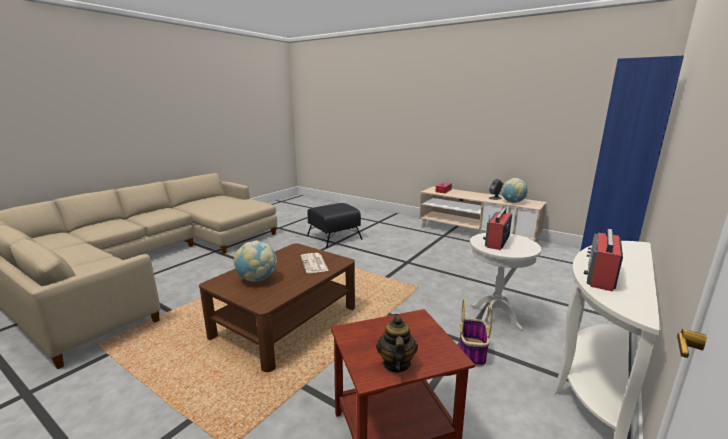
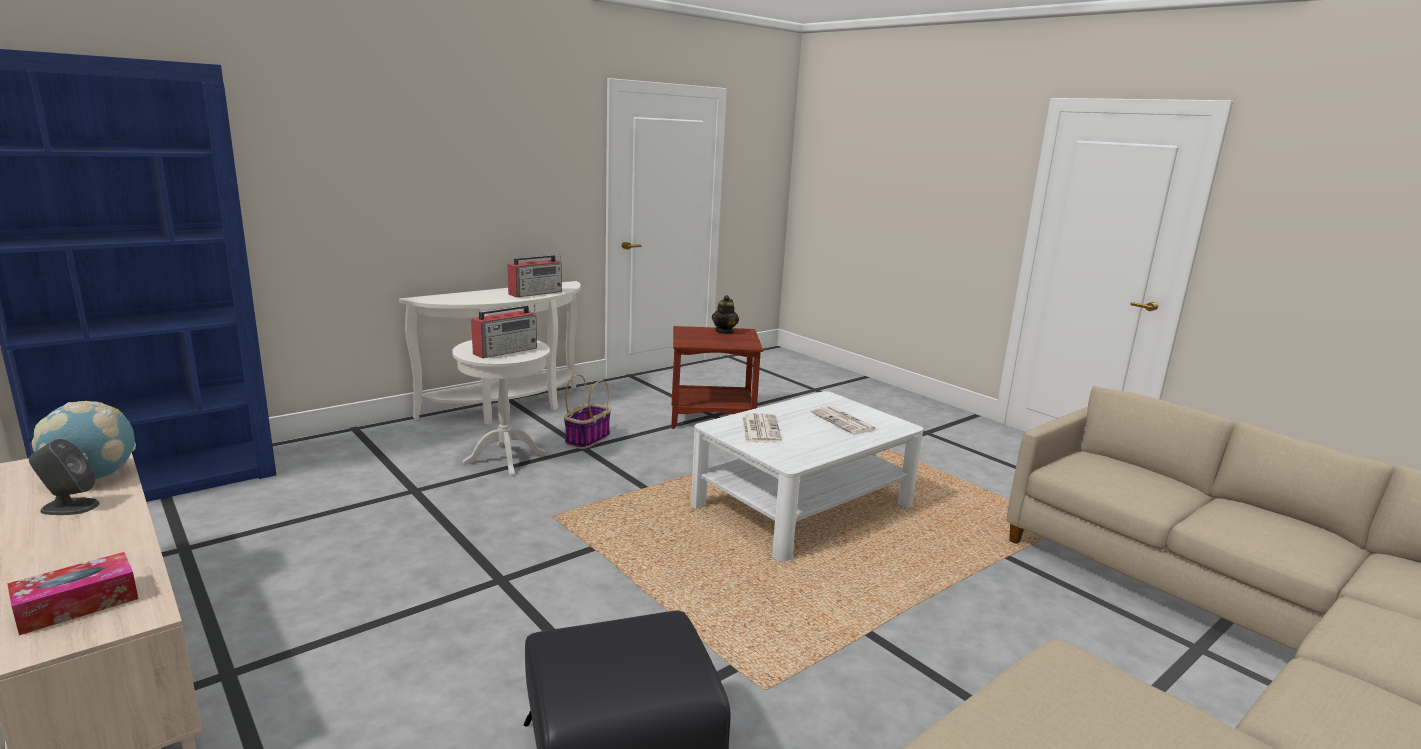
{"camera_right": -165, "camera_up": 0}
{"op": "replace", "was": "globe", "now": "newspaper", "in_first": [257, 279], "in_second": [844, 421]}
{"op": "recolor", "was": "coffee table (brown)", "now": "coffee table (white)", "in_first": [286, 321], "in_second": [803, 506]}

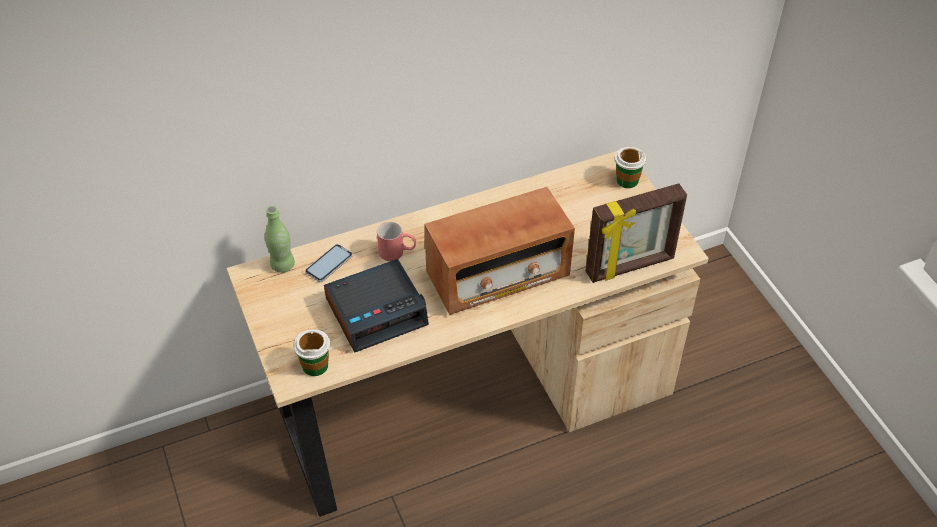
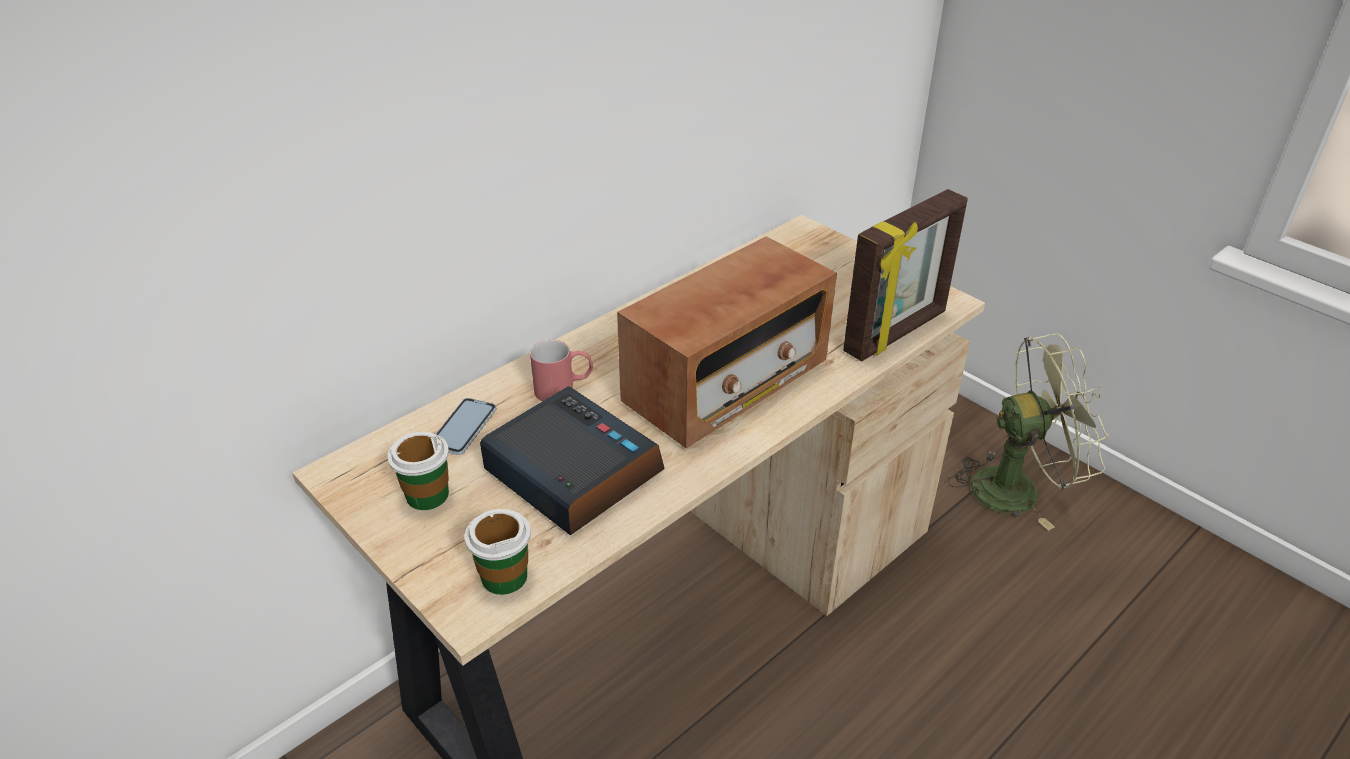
{"camera_right": -20, "camera_up": -10}
{"op": "move", "was": "cup", "in_first": [627, 180], "in_second": [427, 495]}
{"op": "delete", "was": "bottle (green)", "in_first": [282, 265]}
{"op": "rotate", "was": "alarm clock", "in_first": [377, 311], "in_second": [571, 472], "clockwise": -90}
{"op": "insert", "now": "fan (green)", "in_second": [1018, 487]}

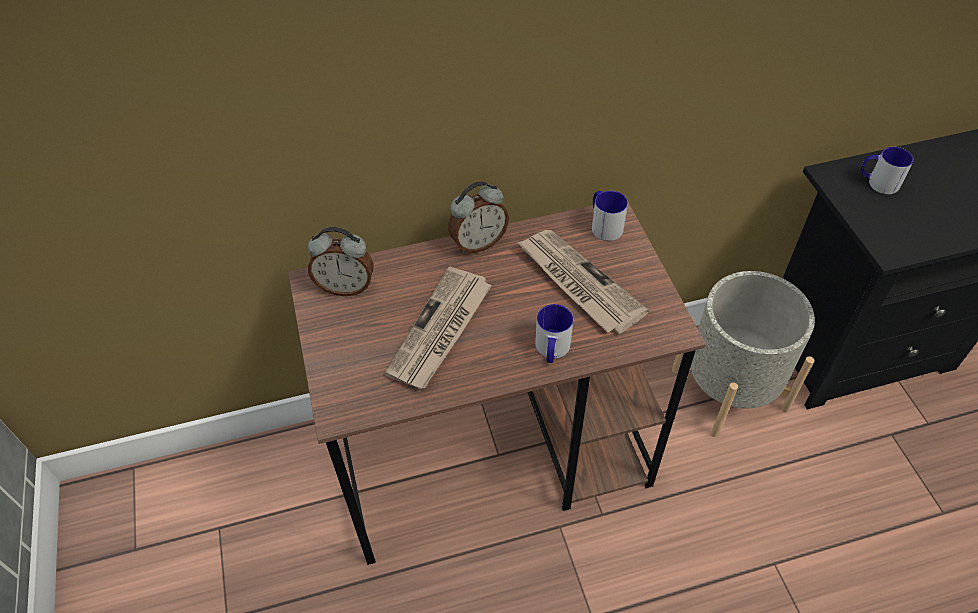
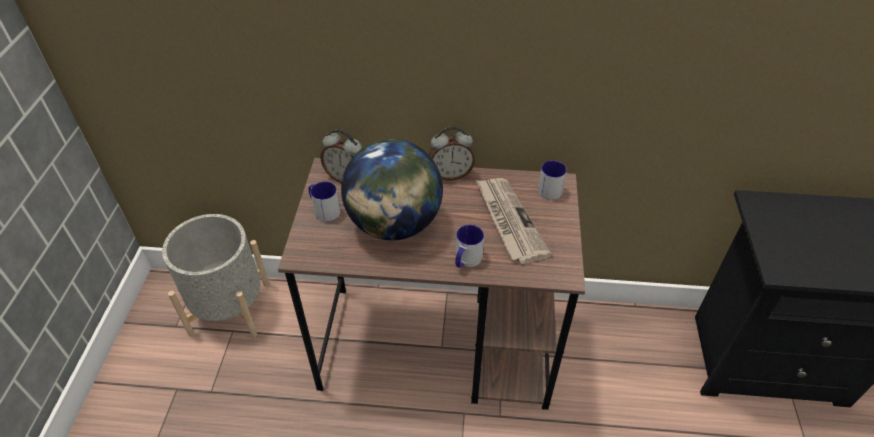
{"camera_right": 20, "camera_up": -5}
{"op": "move", "was": "mug", "in_first": [877, 182], "in_second": [323, 210]}
{"op": "replace", "was": "newspaper", "now": "globe", "in_first": [440, 331], "in_second": [394, 224]}
{"op": "move", "was": "planter (grey)", "in_first": [729, 389], "in_second": [230, 308]}

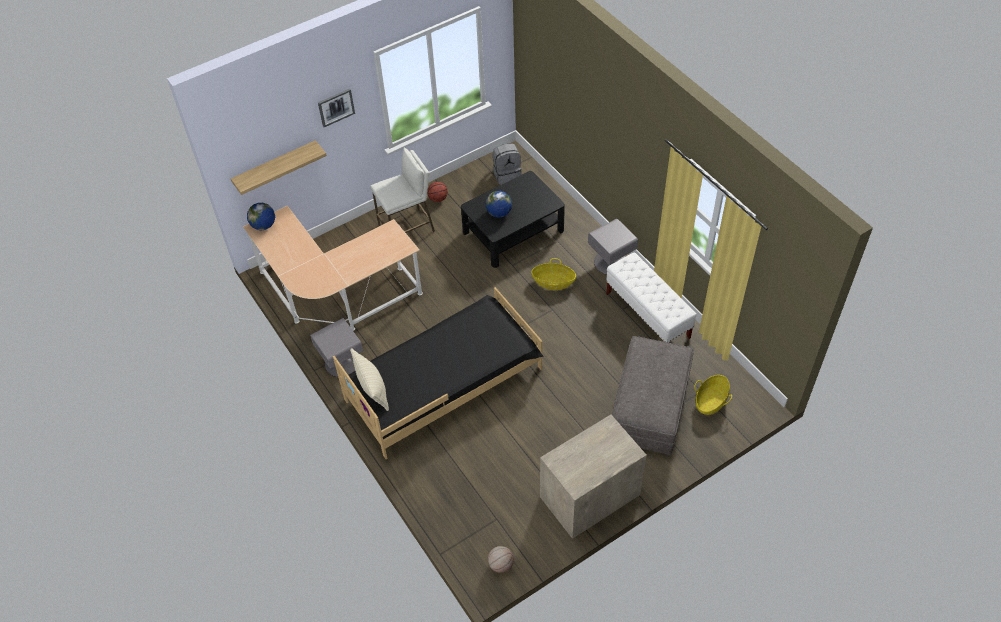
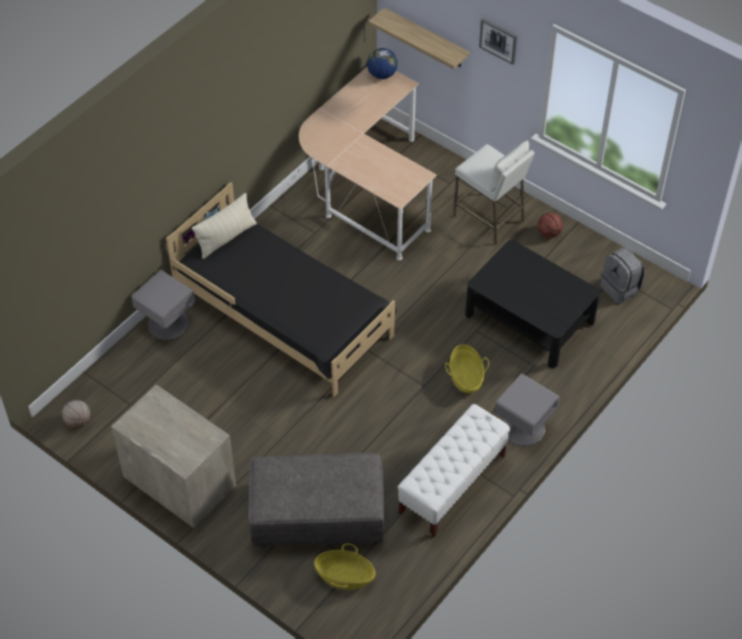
{"camera_right": 70, "camera_up": 0}
{"op": "delete", "was": "globe", "in_first": [499, 213]}
{"op": "move", "was": "nightstand (grey)", "in_first": [341, 362], "in_second": [167, 323]}

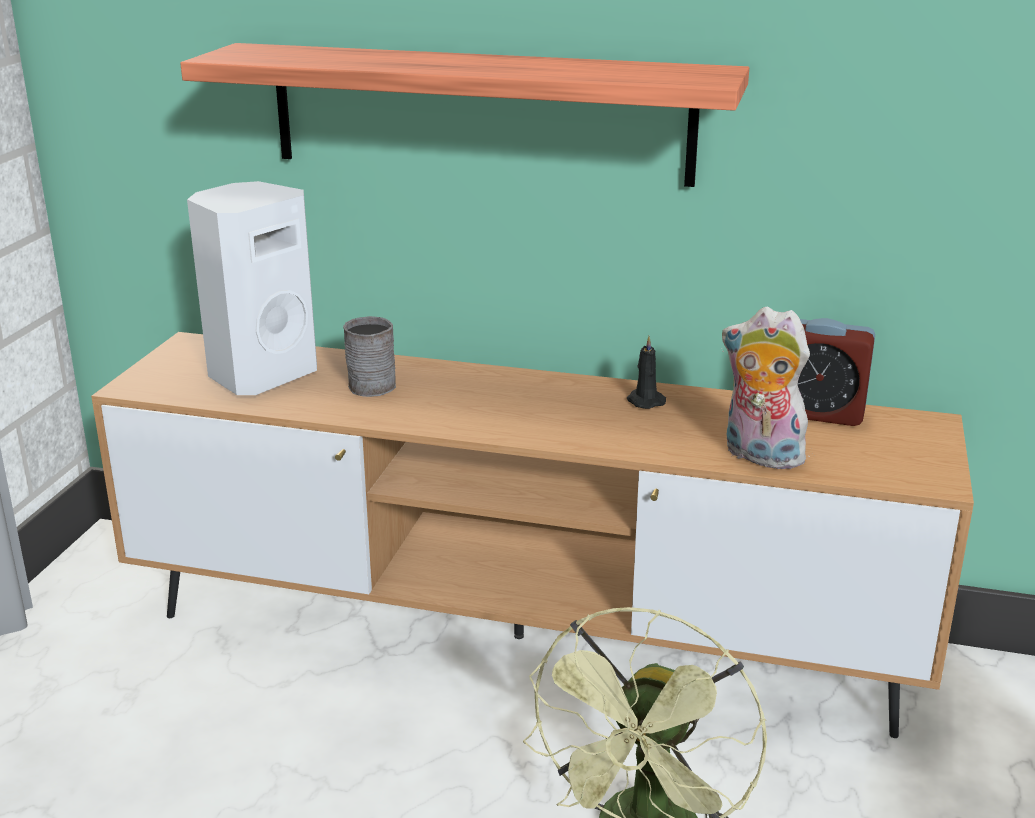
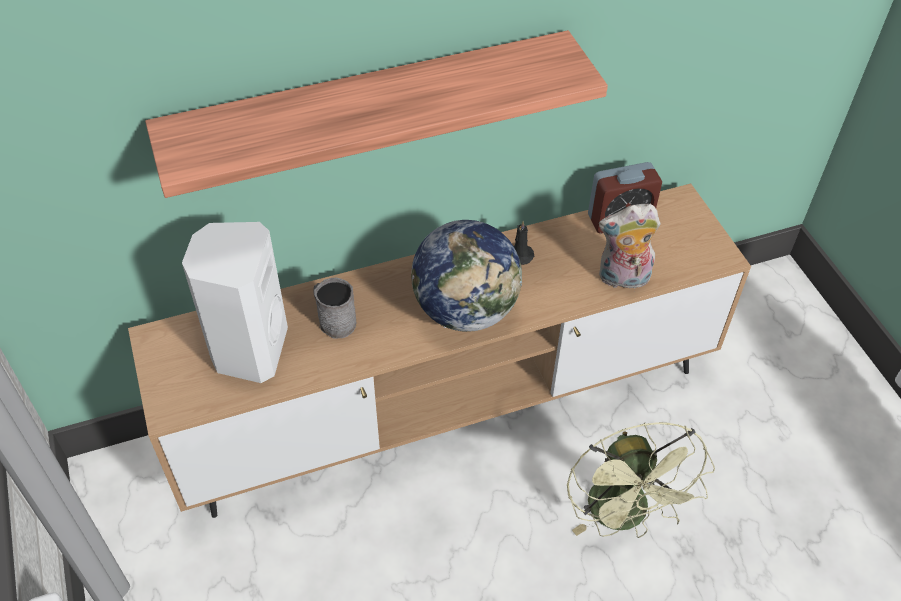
{"camera_right": -35, "camera_up": 25}
{"op": "insert", "now": "globe", "in_second": [466, 310]}

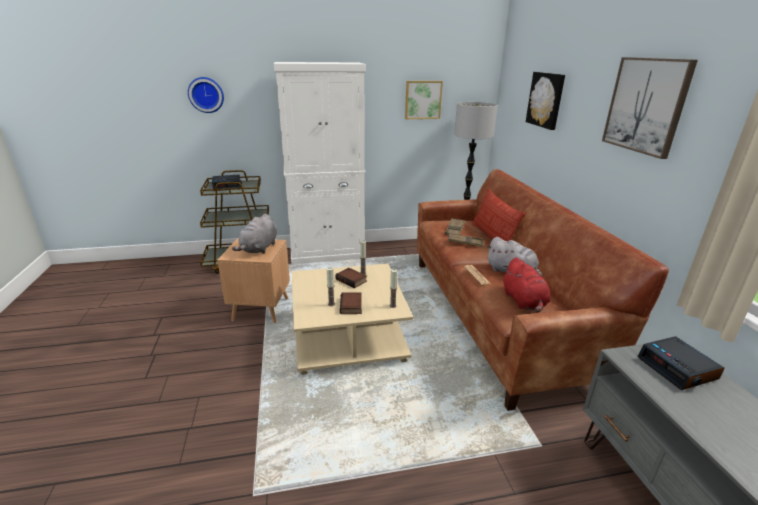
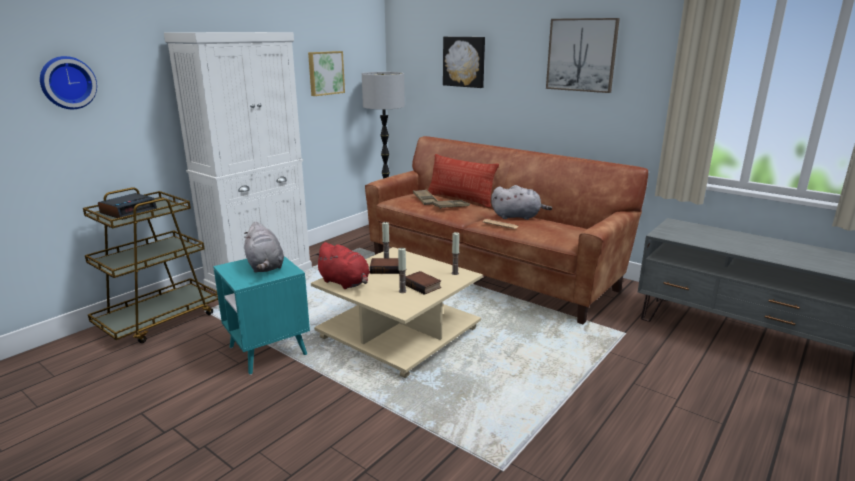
{"camera_right": -40, "camera_up": -5}
{"op": "recolor", "was": "side table (brown)", "now": "side table (turquoise)", "in_first": [261, 309], "in_second": [268, 351]}
{"op": "move", "was": "plush toy (red)", "in_first": [524, 302], "in_second": [345, 283]}
{"op": "delete", "was": "alarm clock", "in_first": [677, 369]}

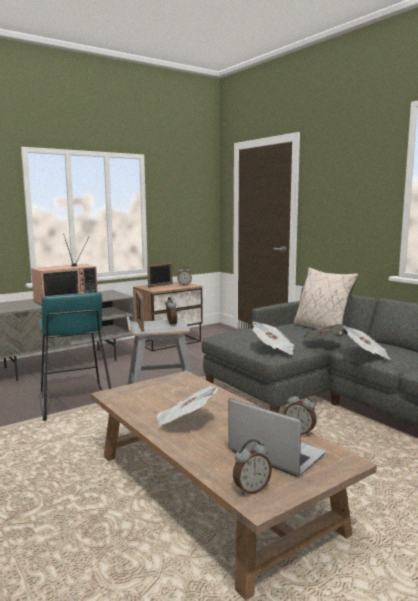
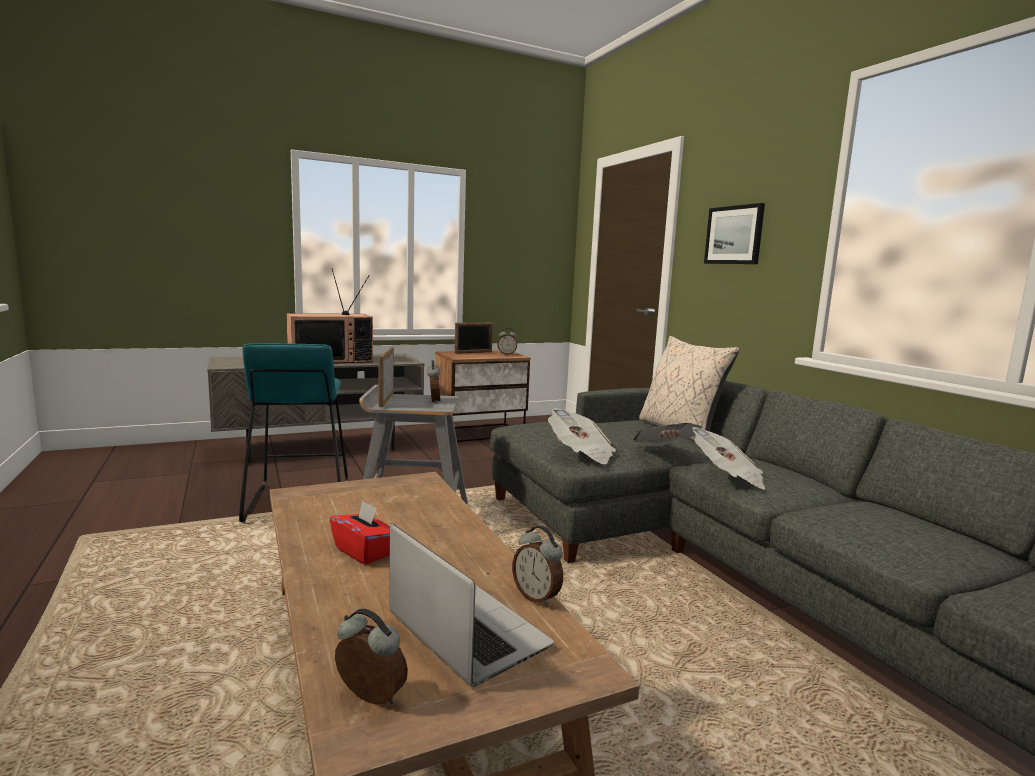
{"camera_right": 10, "camera_up": 0}
{"op": "replace", "was": "newspaper", "now": "tissue box (red)", "in_first": [185, 421], "in_second": [364, 552]}
{"op": "rotate", "was": "alarm clock", "in_first": [251, 489], "in_second": [369, 699], "clockwise": -135}
{"op": "insert", "now": "picture", "in_second": [734, 235]}

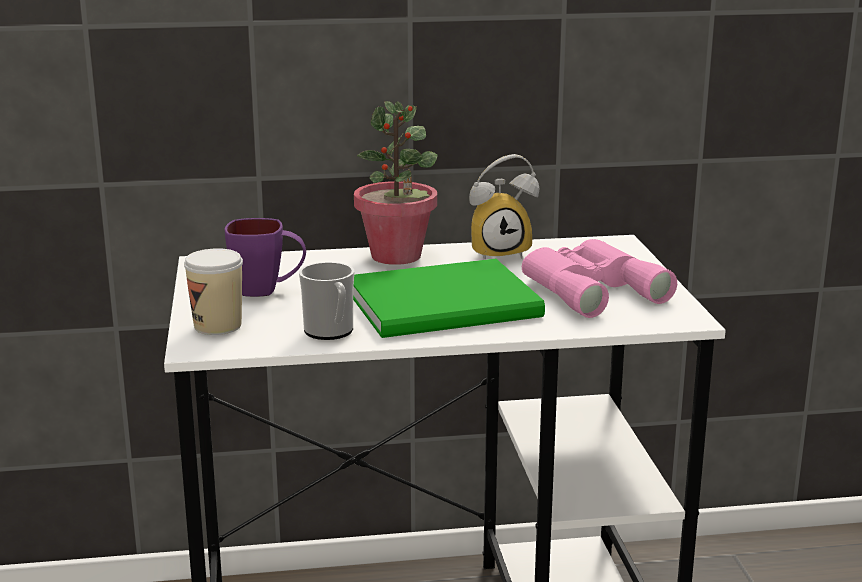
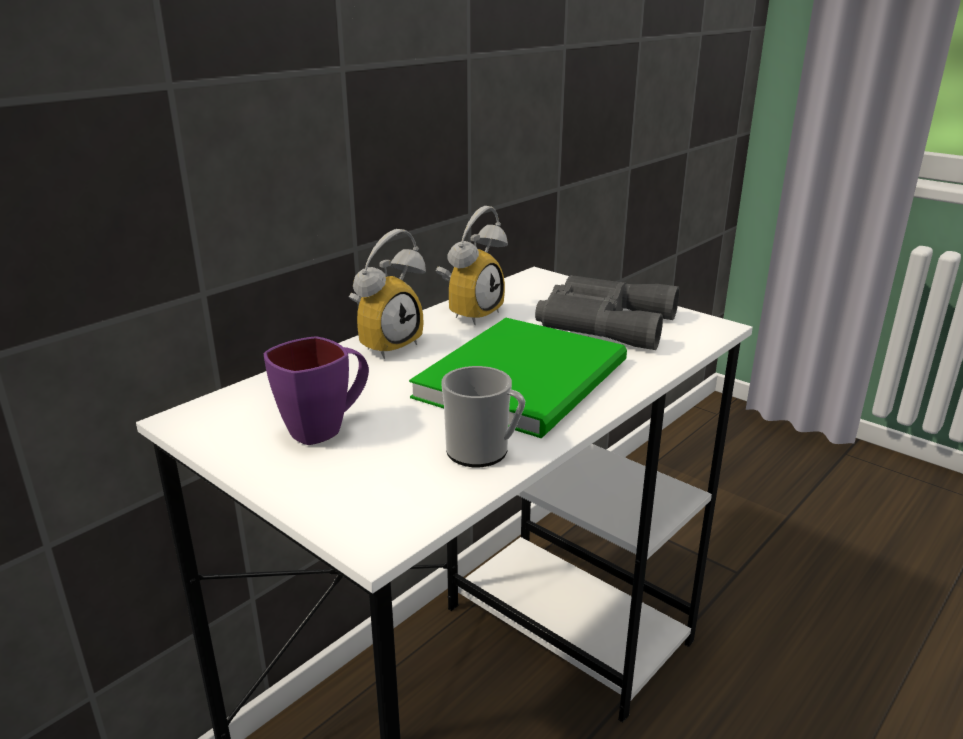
{"camera_right": -40, "camera_up": 5}
{"op": "replace", "was": "potted plant", "now": "alarm clock", "in_first": [397, 256], "in_second": [386, 343]}
{"op": "recolor", "was": "binoculars (pink)", "now": "binoculars (grey)", "in_first": [590, 288], "in_second": [601, 322]}
{"op": "delete", "was": "cup", "in_first": [217, 326]}

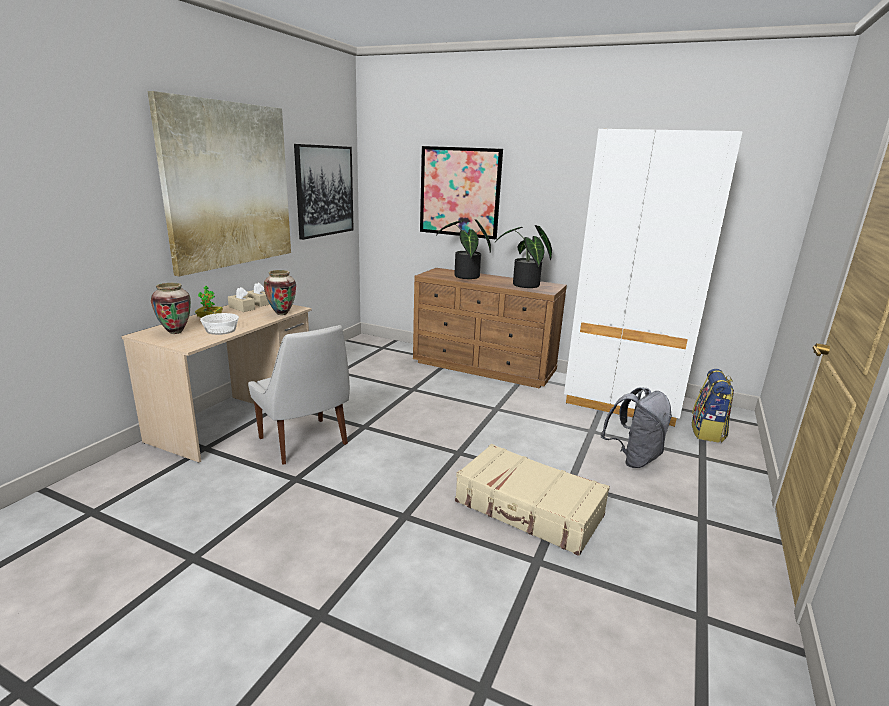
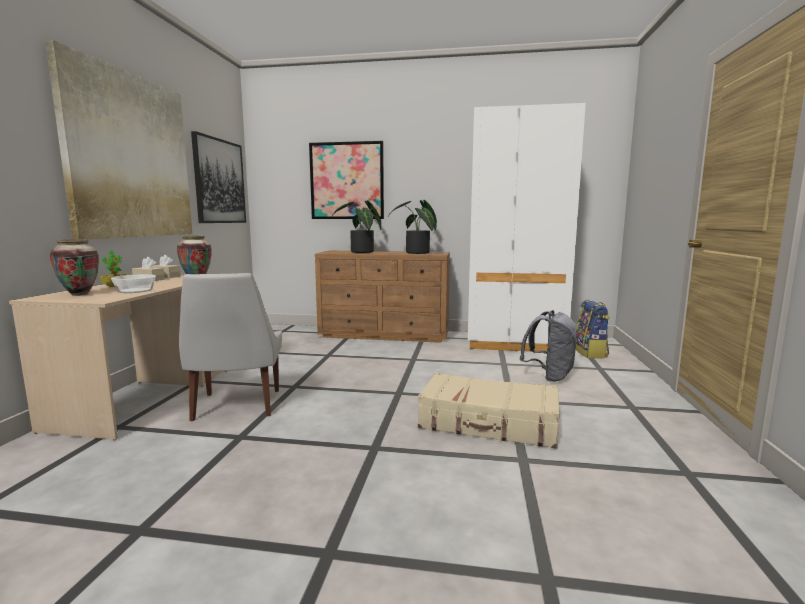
{"camera_right": -15, "camera_up": -10}
{"op": "rotate", "was": "chair (white)", "in_first": [304, 442], "in_second": [236, 406], "clockwise": 45}

